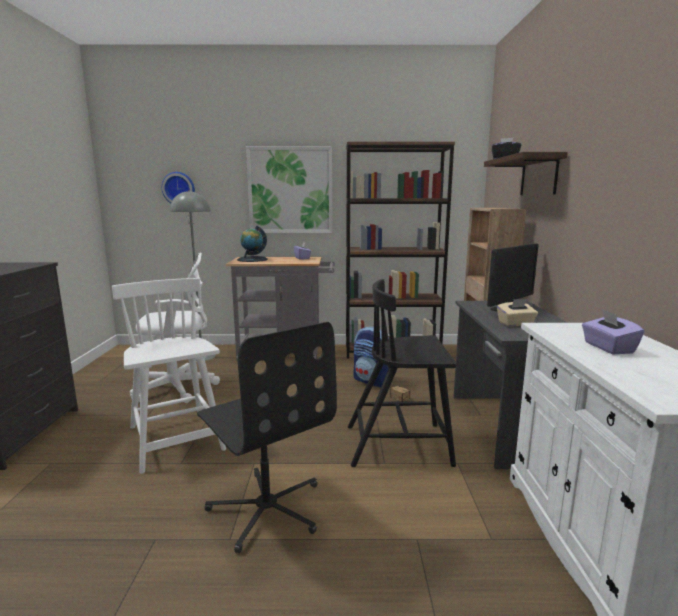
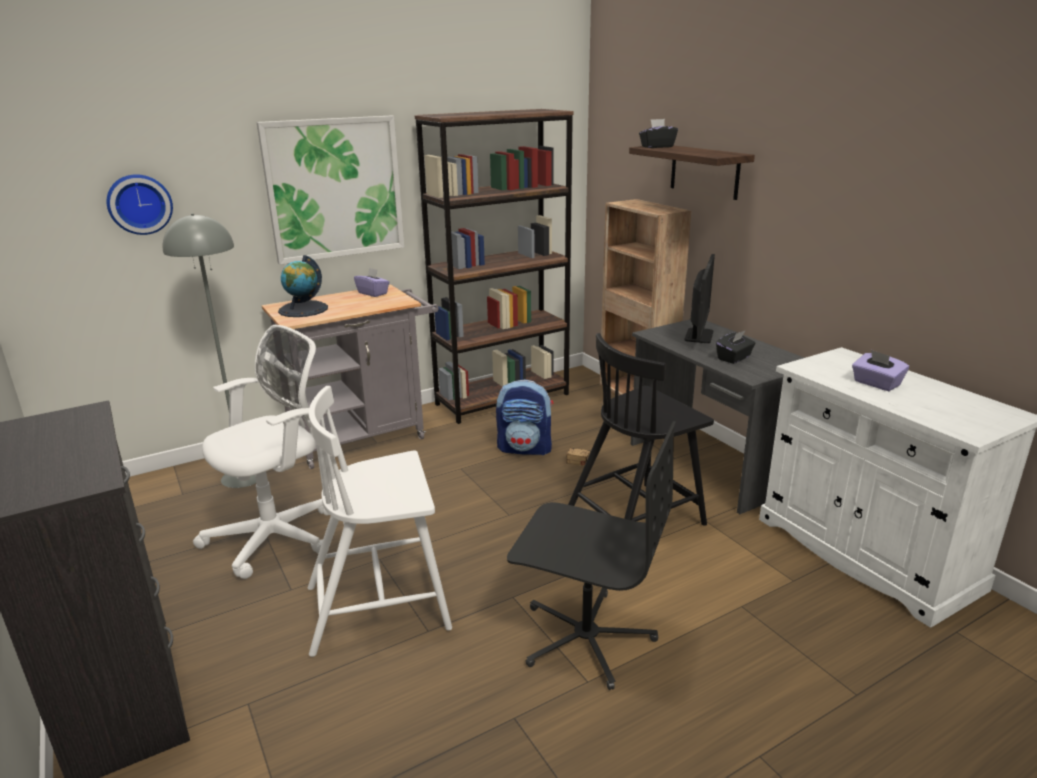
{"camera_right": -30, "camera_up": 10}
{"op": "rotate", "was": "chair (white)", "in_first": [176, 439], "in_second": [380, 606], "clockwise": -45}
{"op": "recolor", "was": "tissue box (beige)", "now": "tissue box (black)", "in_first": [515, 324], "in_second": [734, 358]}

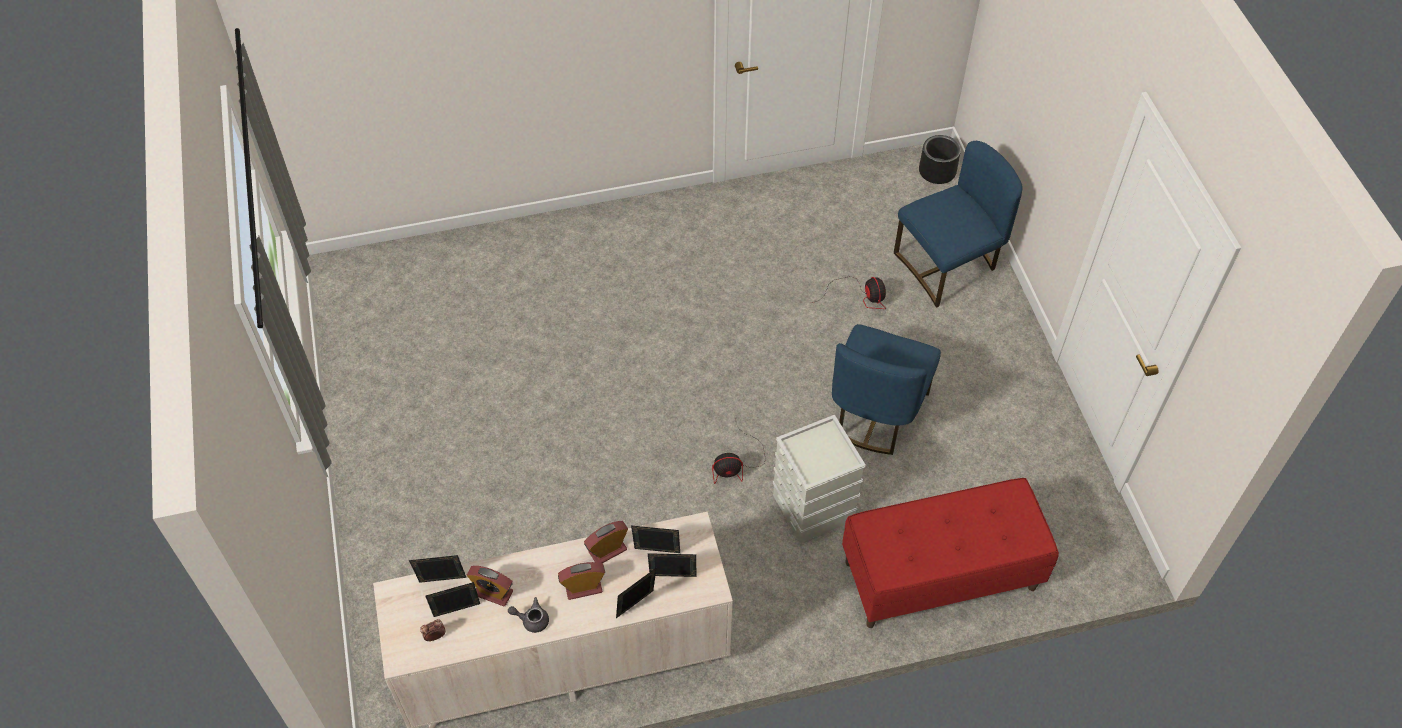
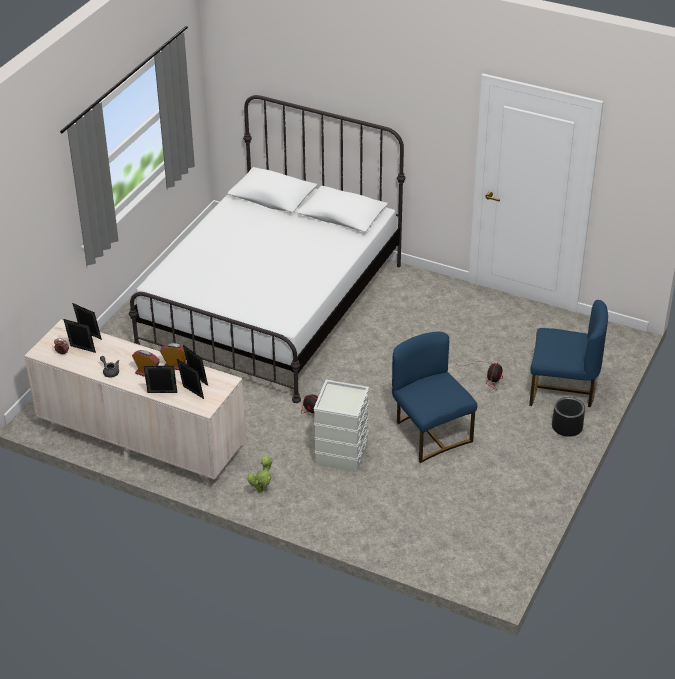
{"camera_right": 40, "camera_up": -15}
{"op": "move", "was": "planter (black)", "in_first": [937, 171], "in_second": [567, 427]}
{"op": "rotate", "was": "chair (blue)", "in_first": [876, 413], "in_second": [430, 433], "clockwise": 90}
{"op": "delete", "was": "bench (red)", "in_first": [939, 576]}
{"op": "delete", "was": "alarm clock", "in_first": [493, 593]}
{"op": "insert", "now": "bed (white)", "in_second": [273, 306]}
{"op": "insert", "now": "potted plant", "in_second": [262, 490]}

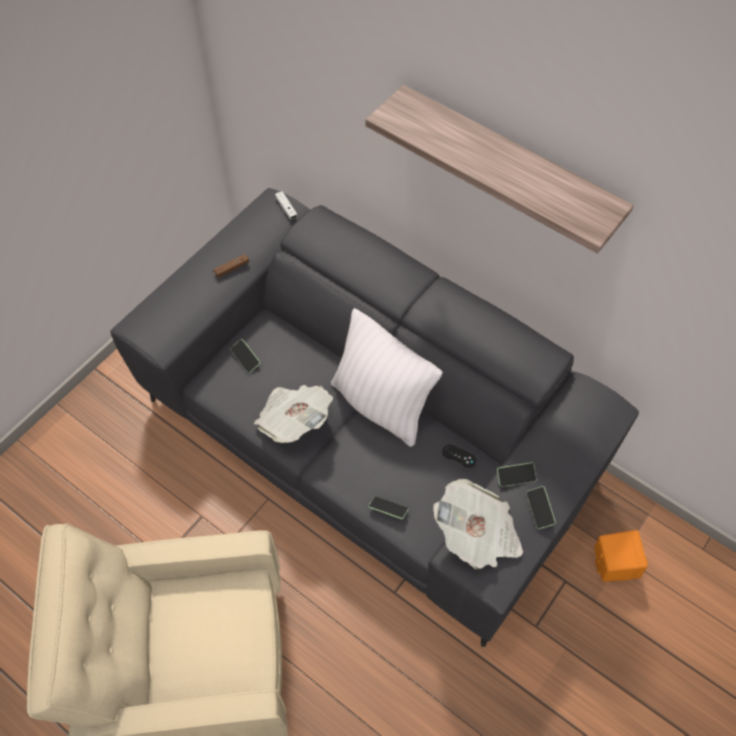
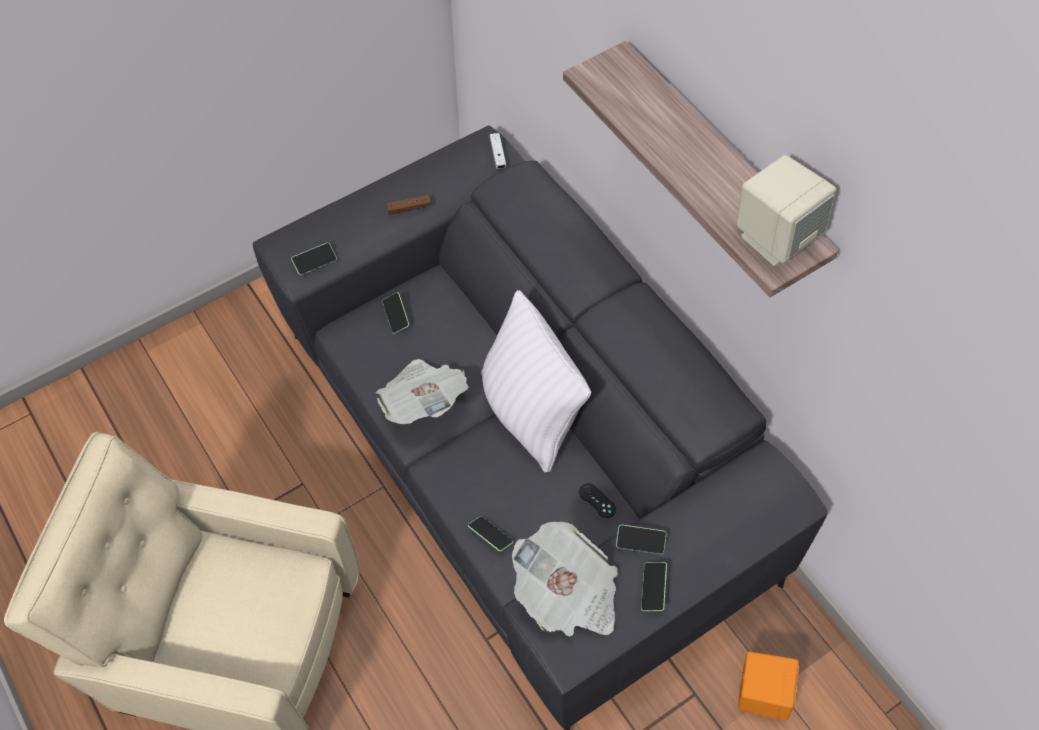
{"camera_right": 20, "camera_up": 0}
{"op": "insert", "now": "speaker (beige)", "in_second": [775, 237]}
{"op": "insert", "now": "phone", "in_second": [315, 262]}

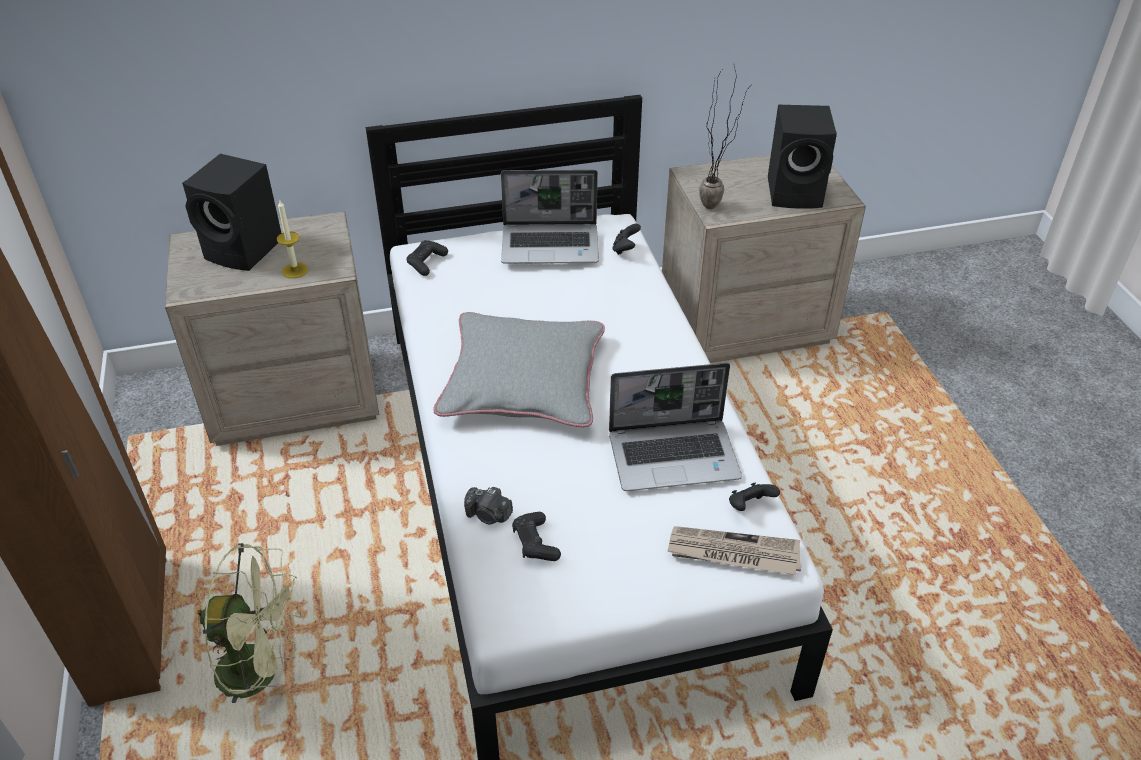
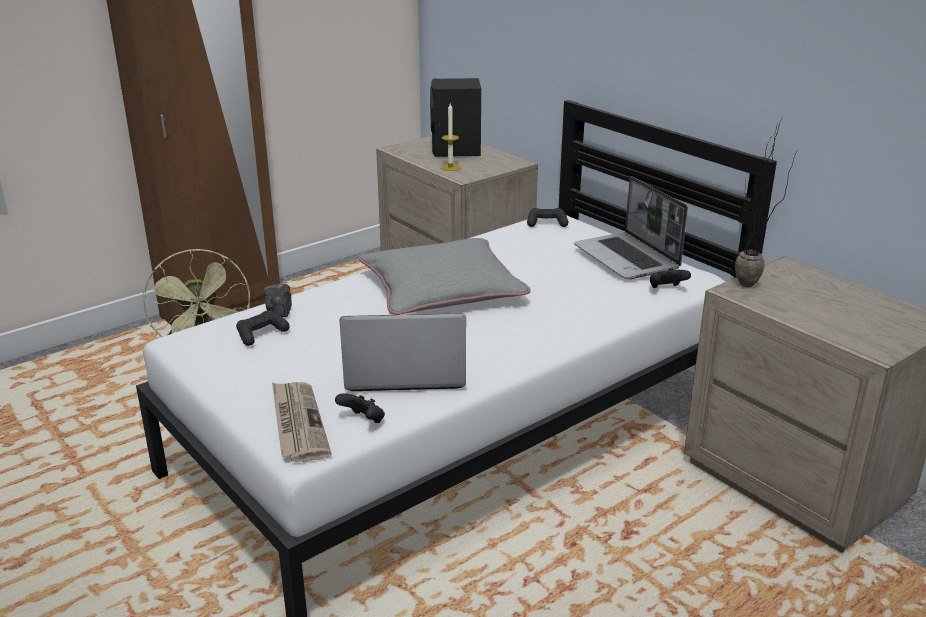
{"camera_right": 65, "camera_up": -15}
{"op": "delete", "was": "speaker (black)", "in_first": [797, 193]}
{"op": "rotate", "was": "laptop", "in_first": [675, 455], "in_second": [403, 371], "clockwise": 120}

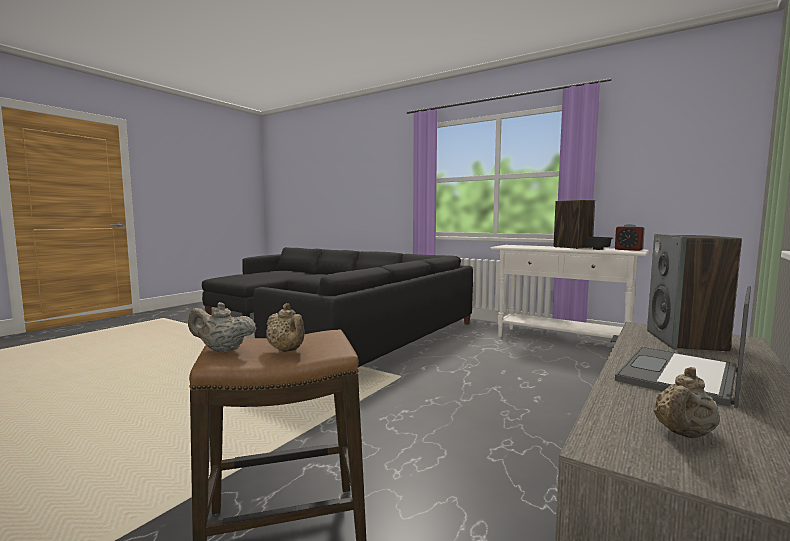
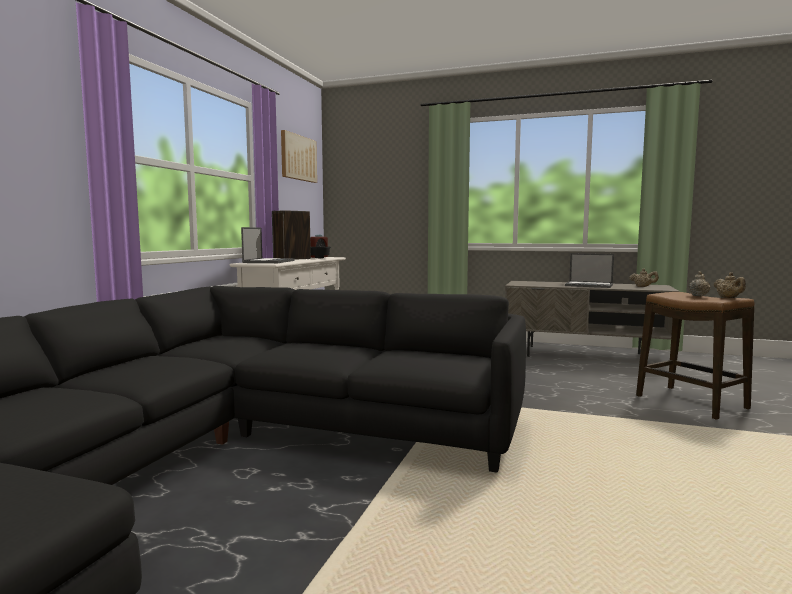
{"camera_right": -105, "camera_up": 0}
{"op": "delete", "was": "speaker", "in_first": [686, 341]}
{"op": "insert", "now": "picture", "in_second": [298, 158]}
{"op": "insert", "now": "laptop", "in_second": [269, 261]}

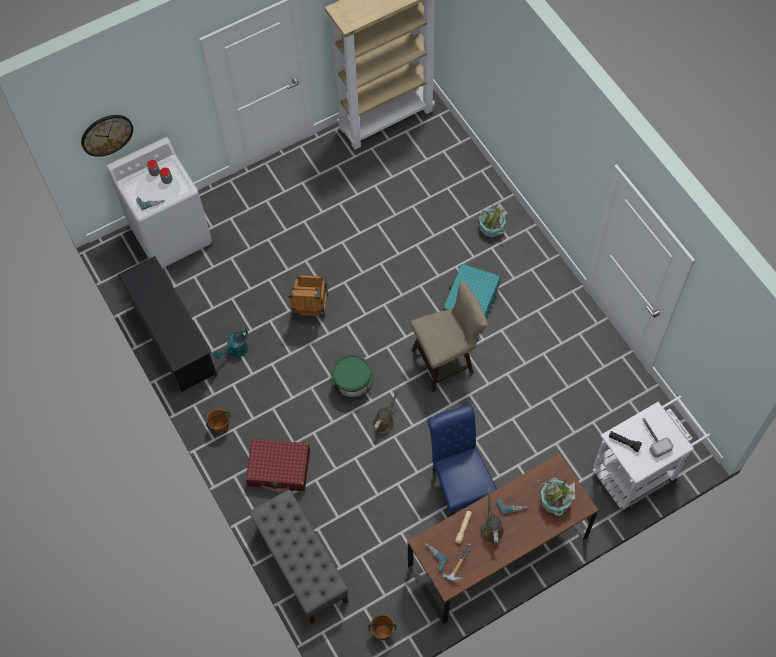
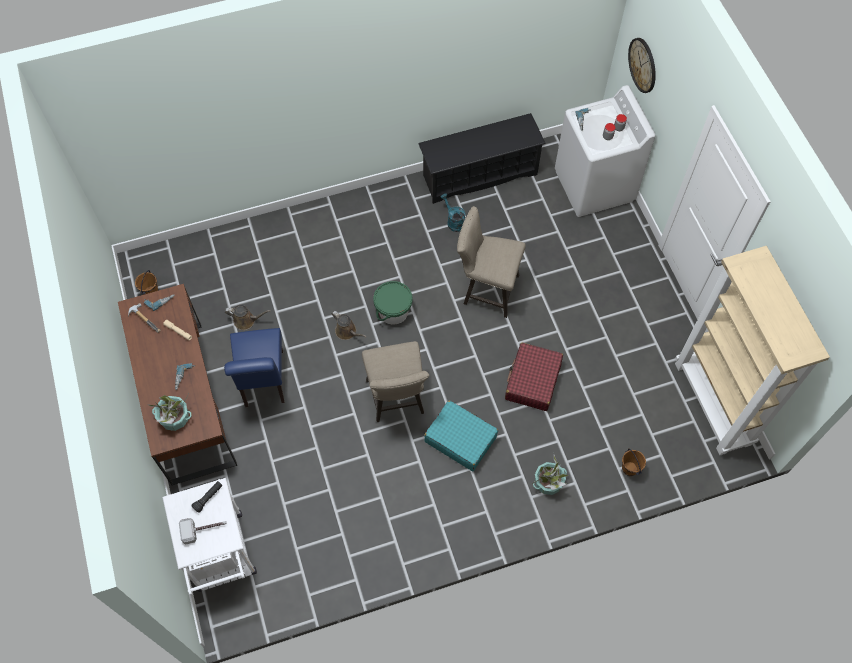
{"camera_right": 100, "camera_up": 0}
{"op": "replace", "was": "crate", "now": "stool (beige)", "in_first": [310, 307], "in_second": [486, 289]}
{"op": "rotate", "was": "chair (blue)", "in_first": [459, 484], "in_second": [263, 382], "clockwise": 90}
{"op": "move", "was": "bucket (brown)", "in_first": [220, 427], "in_second": [630, 468]}
{"op": "move", "was": "suitcase (red)", "in_first": [279, 468], "in_second": [532, 381]}
{"op": "move", "was": "watering can (brown)", "in_first": [491, 528], "in_second": [246, 320]}
{"op": "delete", "was": "bench (grey)", "in_first": [301, 564]}

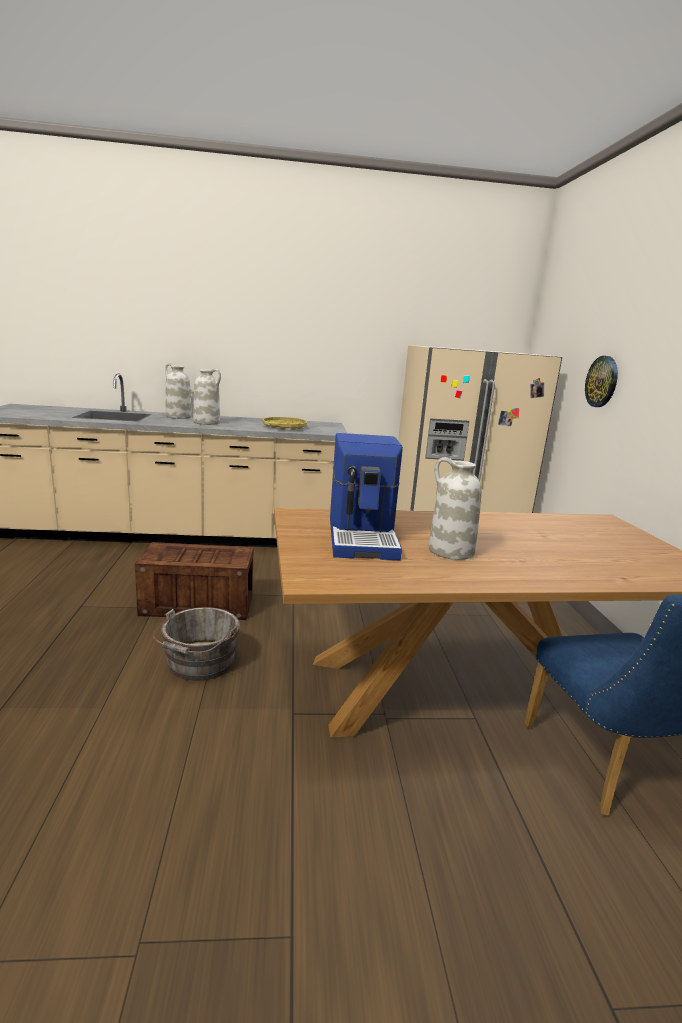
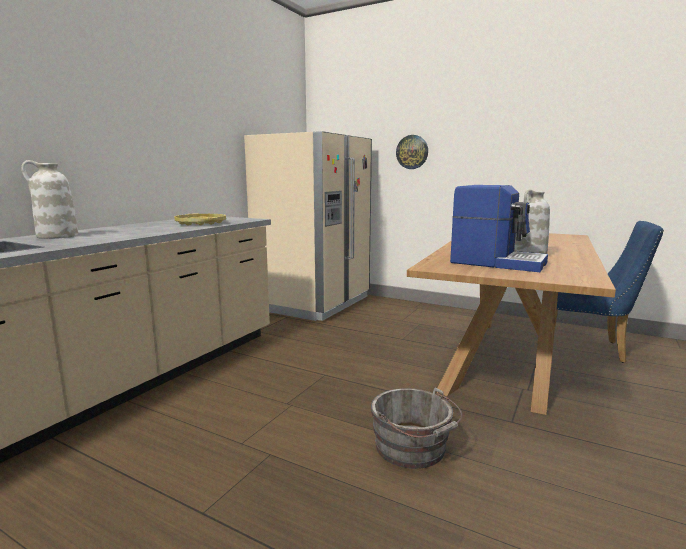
{"camera_right": -55, "camera_up": -5}
{"op": "delete", "was": "vase (white)", "in_first": [207, 422]}
{"op": "delete", "was": "crate", "in_first": [199, 604]}

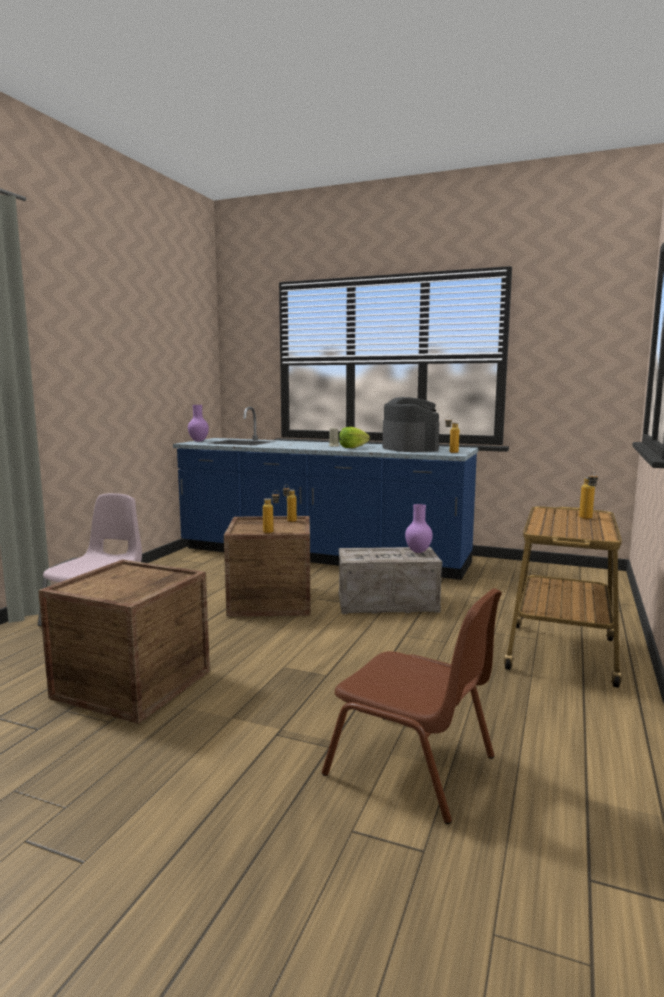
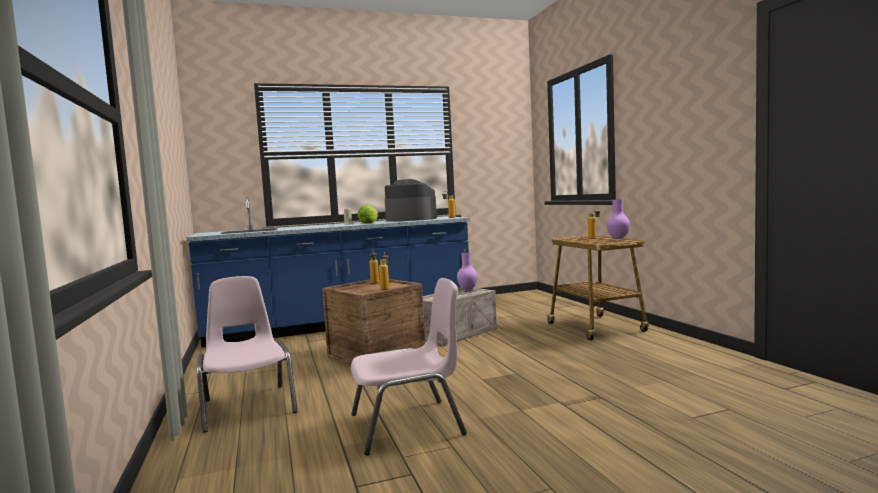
{"camera_right": -40, "camera_up": -5}
{"op": "move", "was": "vase (purple)", "in_first": [198, 441], "in_second": [618, 239]}
{"op": "replace", "was": "crate", "now": "chair (pink)", "in_first": [132, 684], "in_second": [408, 425]}
{"op": "delete", "was": "chair (brown)", "in_first": [413, 766]}

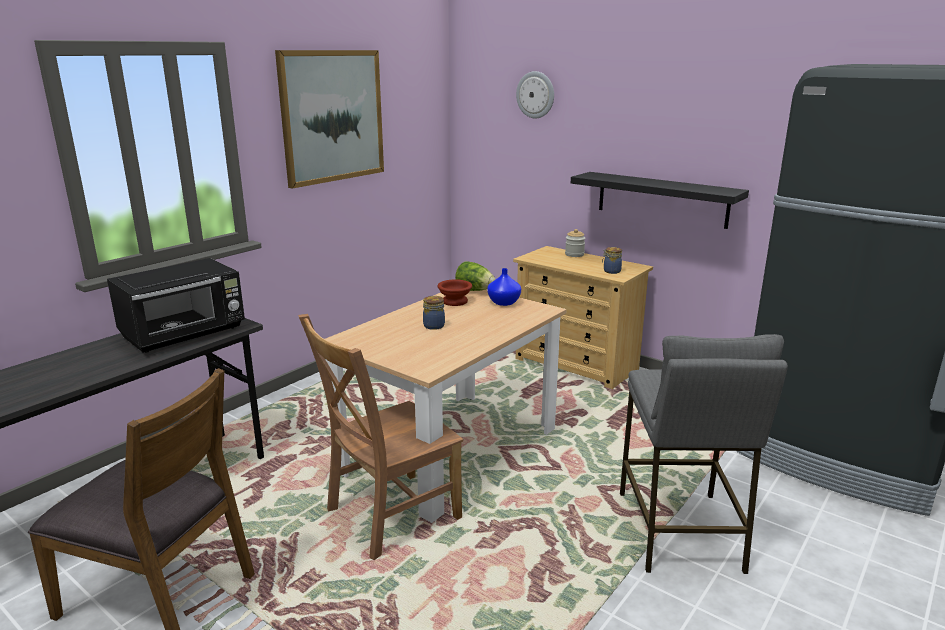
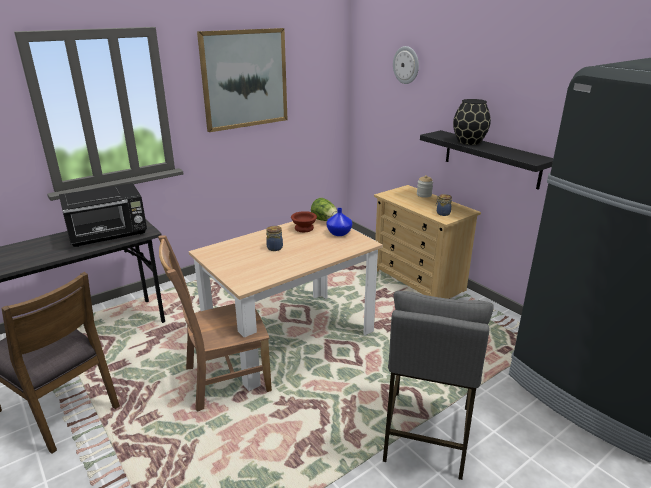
{"camera_right": 15, "camera_up": 5}
{"op": "insert", "now": "vase (black)", "in_second": [469, 142]}

